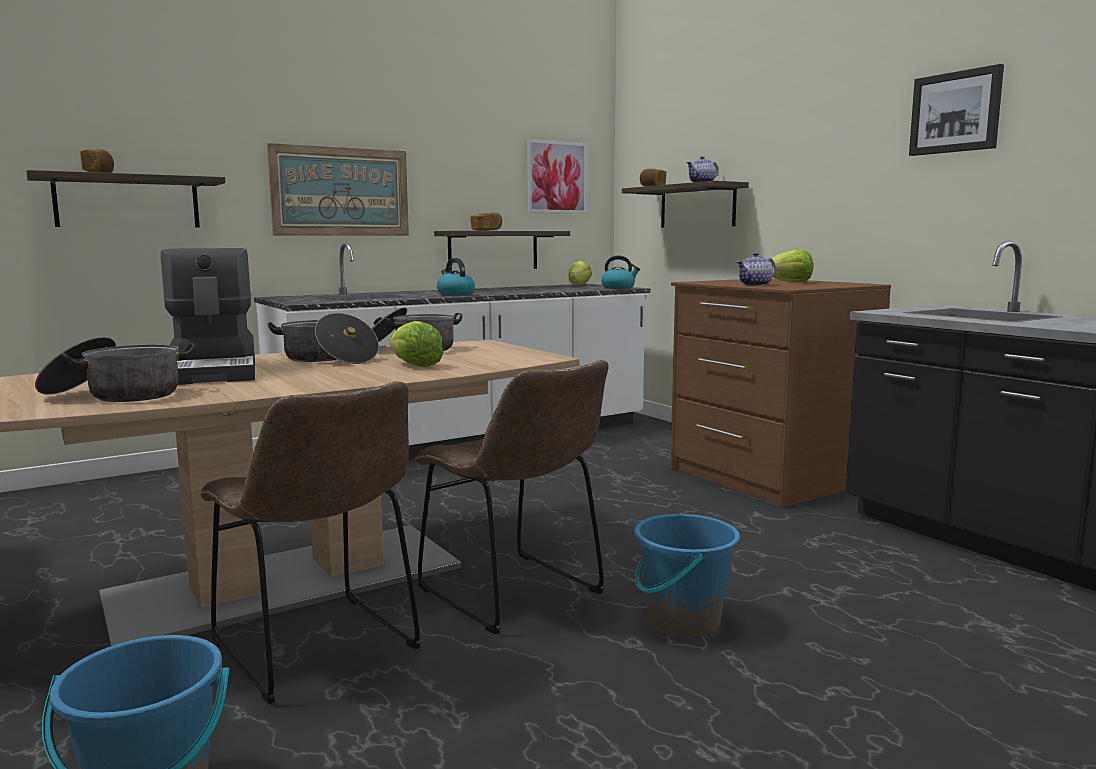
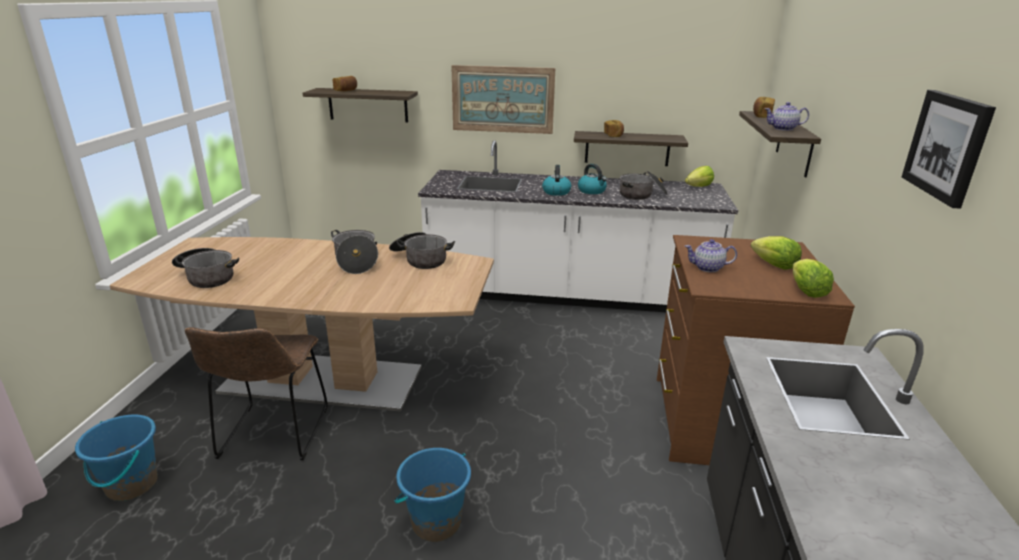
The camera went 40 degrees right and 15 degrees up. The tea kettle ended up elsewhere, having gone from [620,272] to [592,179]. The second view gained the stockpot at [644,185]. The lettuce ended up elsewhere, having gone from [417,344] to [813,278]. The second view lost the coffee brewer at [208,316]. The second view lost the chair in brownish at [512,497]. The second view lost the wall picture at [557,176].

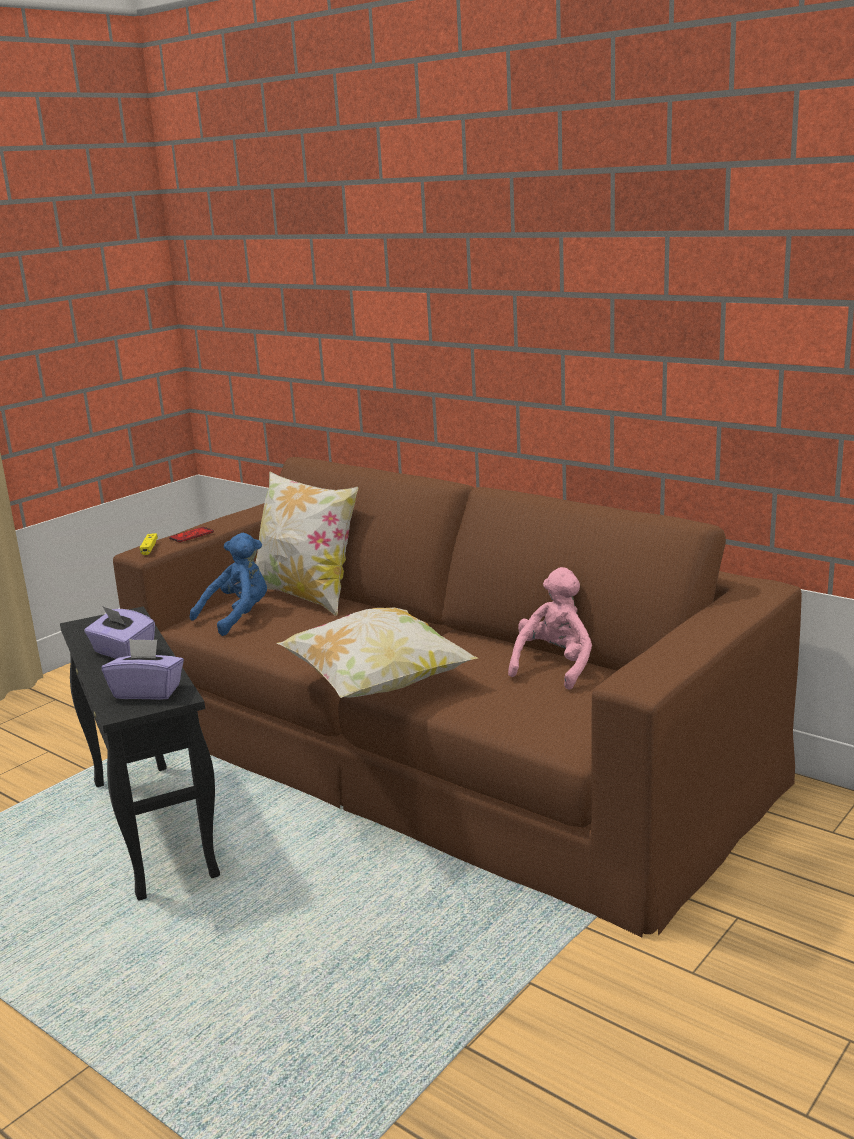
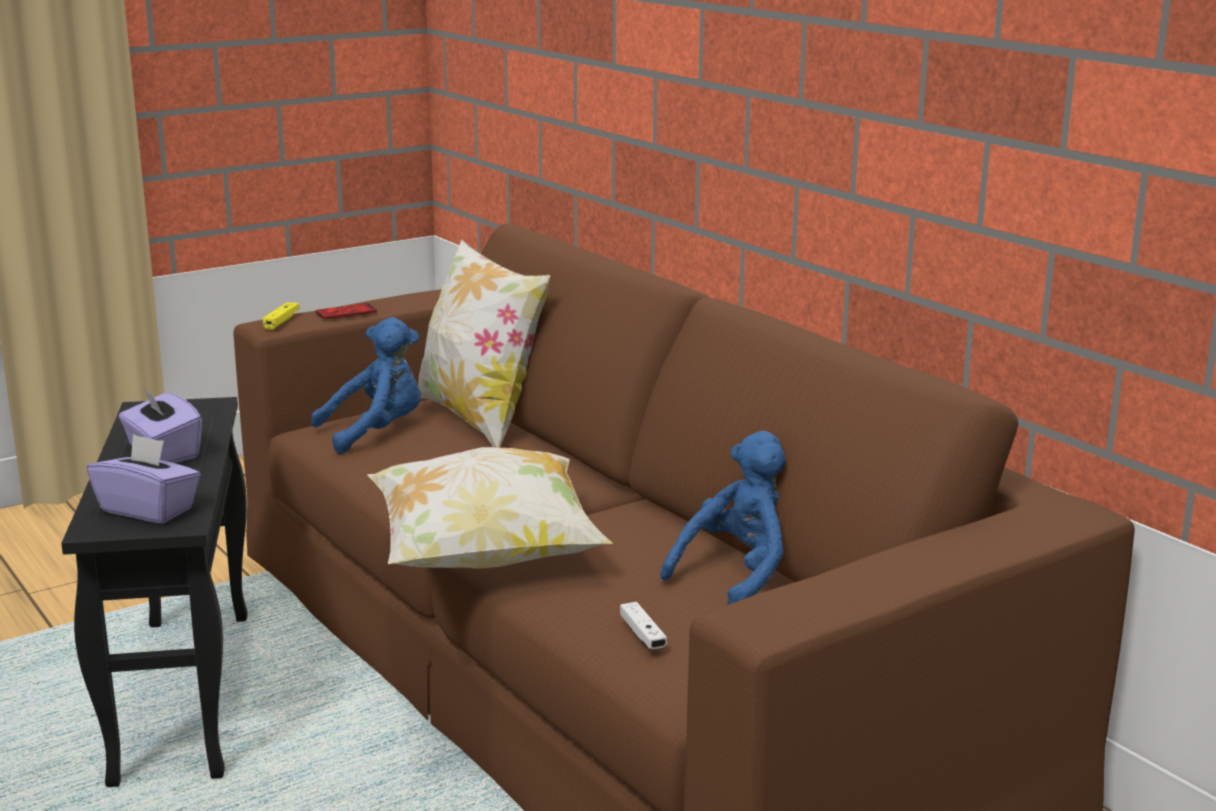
The camera went 15 degrees right and 0 degrees up. The second view gained the gamepad in white at [643,625]. What was the cuddly toy in pinkish at [550,628] turned into the cuddly toy in bluish at [722,518].

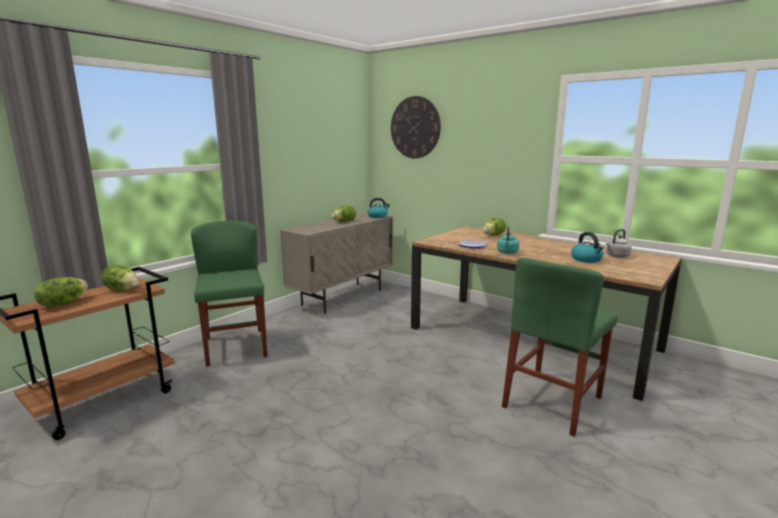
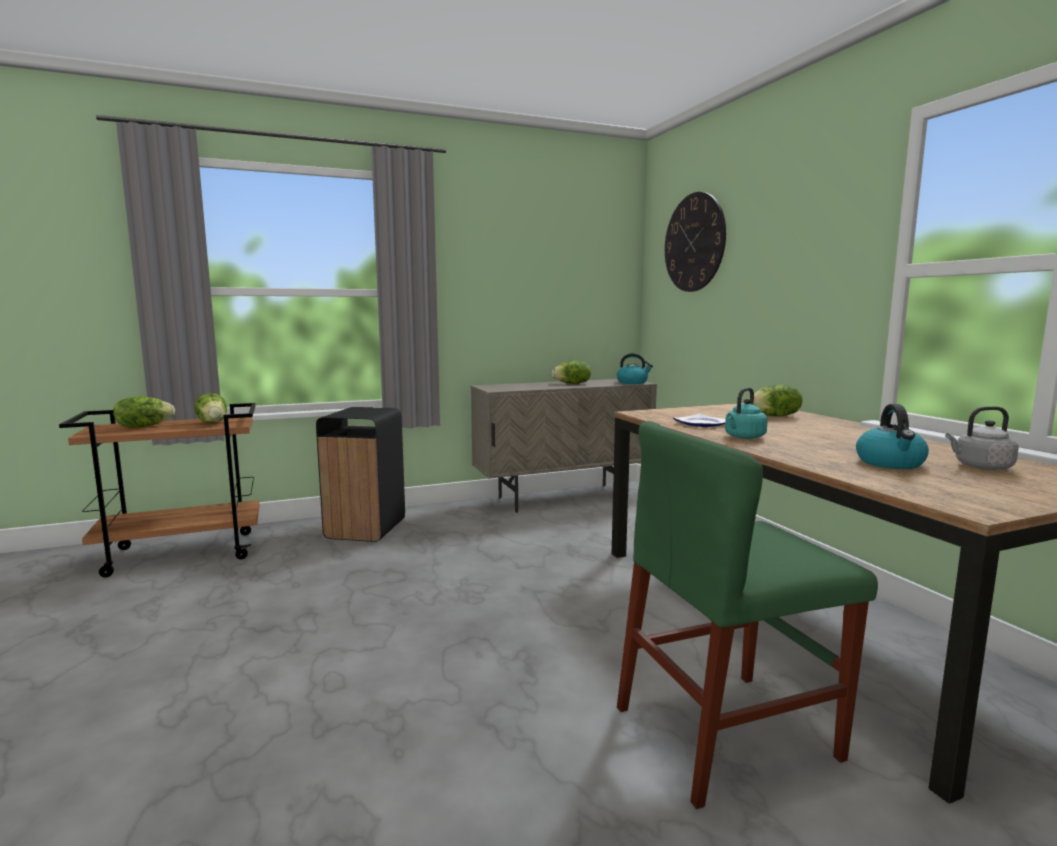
The camera went 30 degrees right and 5 degrees down. Where the chair in greenish stood at [229,294], the waste bin in black-coloured came to stand at [360,474].

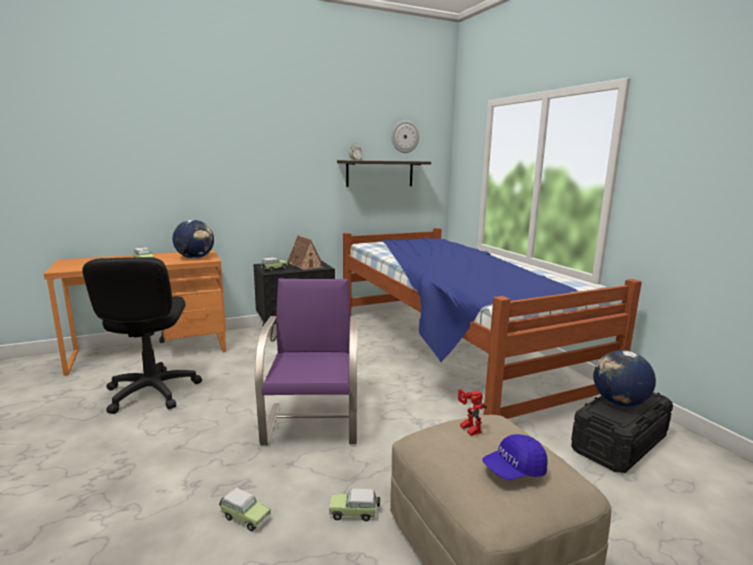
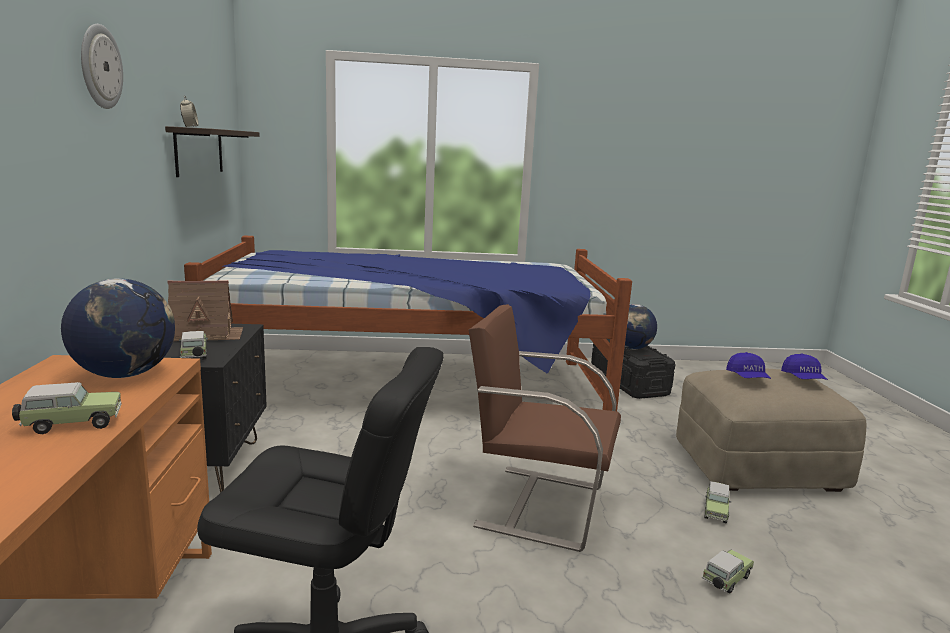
The camera went 70 degrees left and 0 degrees up. The clock on the wall ended up elsewhere, having gone from [405,136] to [102,66]. What was the chair in purplish at [306,362] turned into the chair in brownish at [545,428]. Where the robot figure stood at [472,412], the cap in bluish came to stand at [748,365].

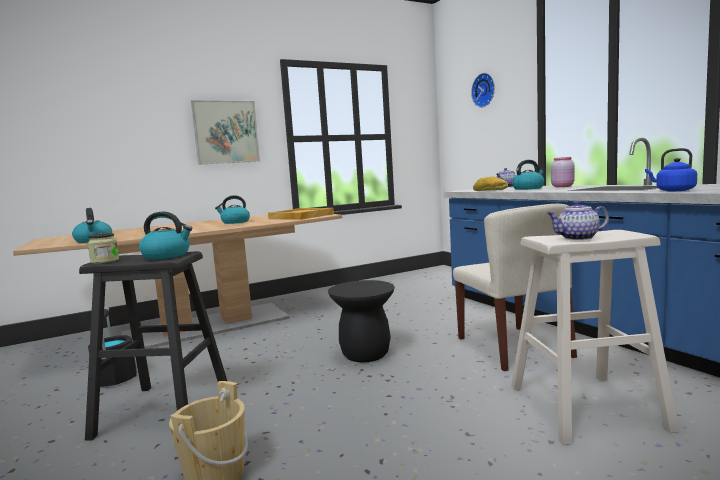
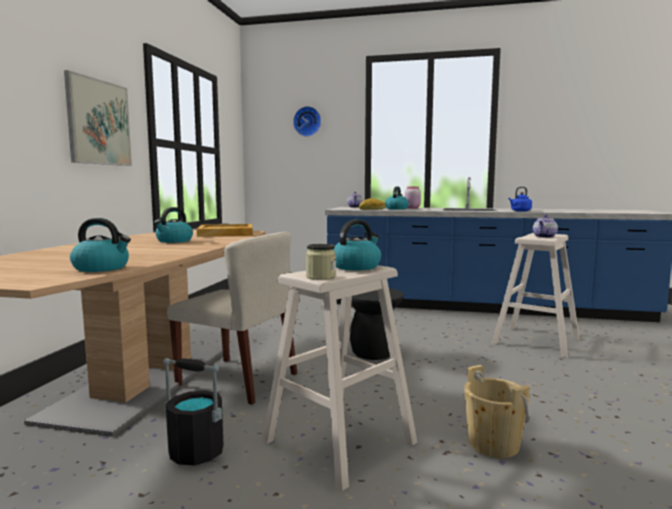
The camera went 50 degrees left and 0 degrees up. The chair in sand-coloured ended up elsewhere, having gone from [515,287] to [232,318]. What was the stool in black-coloured at [153,346] turned into the stool in sand-coloured at [339,378].

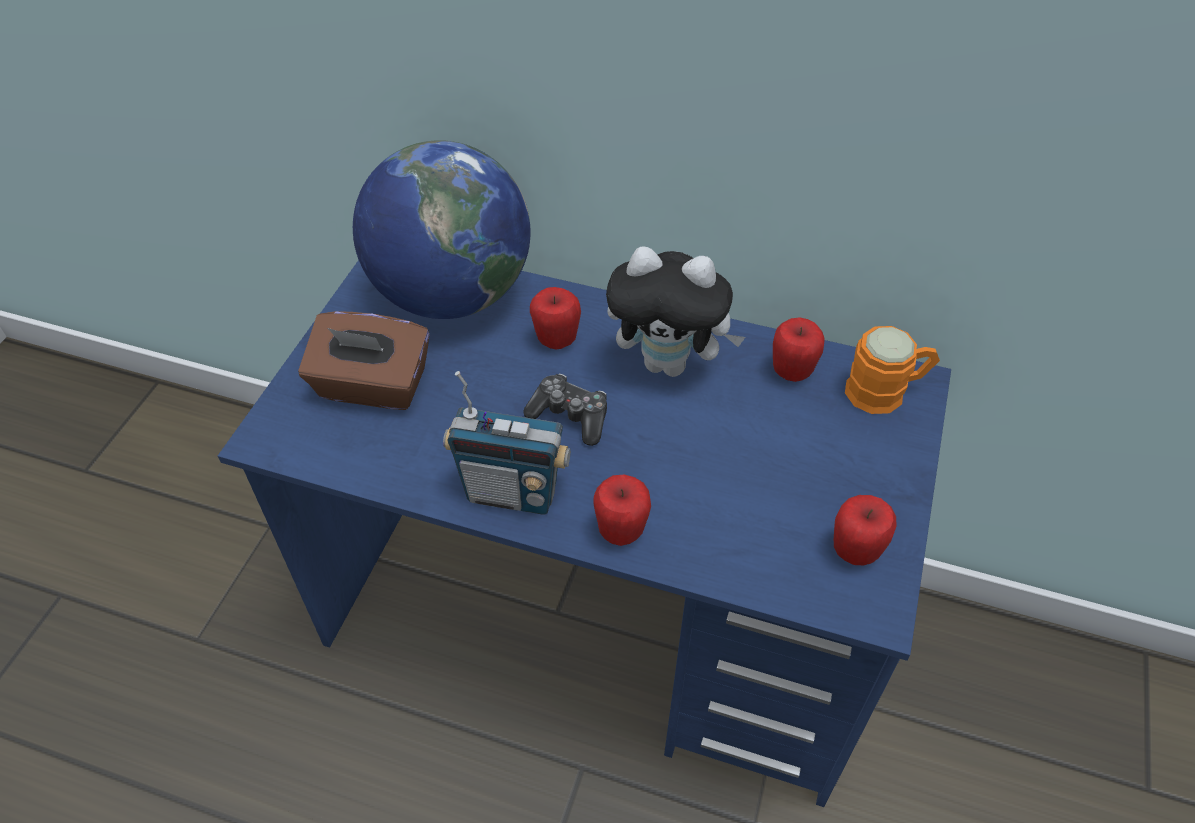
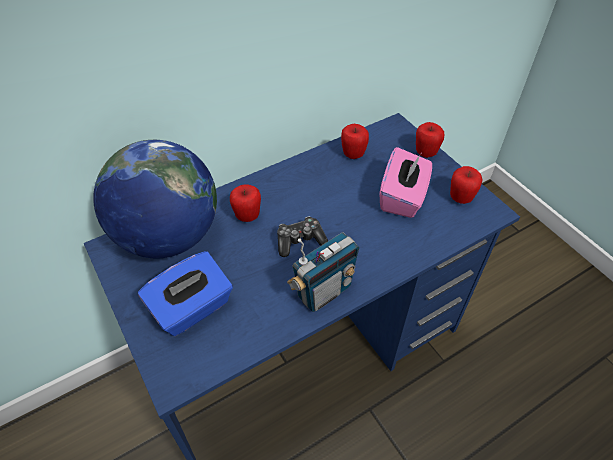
The camera went 50 degrees left and 0 degrees up. What was the tissue holder in brownish at [364,360] turned into the tissue holder in bluish at [185,293]. The second view gained the tissue holder in pinkish at [406,182]. The apple fruit ended up elsewhere, having gone from [622,510] to [430,140]. The second view lost the cuddly toy at [675,311]. The second view lost the coffee mug in orange at [892,370].

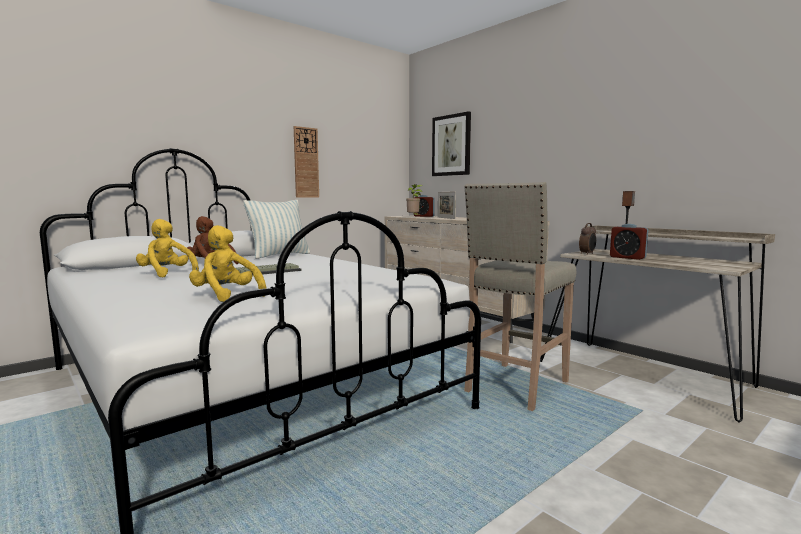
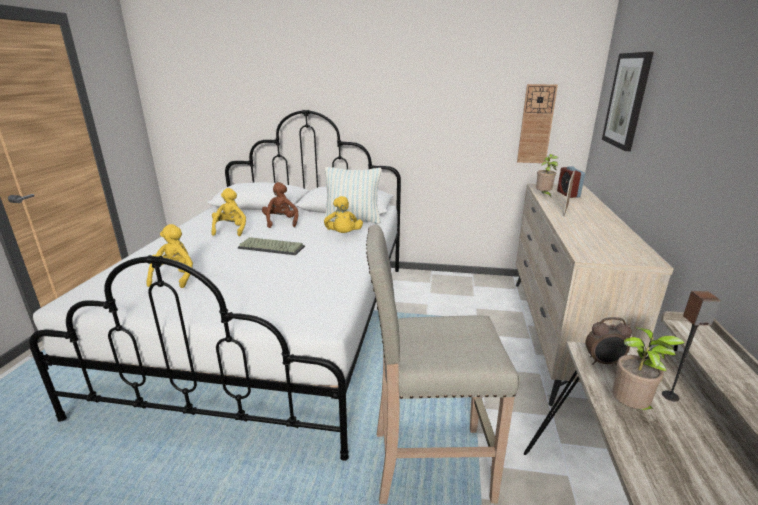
The camera went 50 degrees right and 15 degrees up. The second view gained the cuddly toy in yellow at [343,214]. The clock on the wall ended up elsewhere, having gone from [306,162] to [537,123]. Where the alarm clock stood at [629,242], the potted plant came to stand at [649,369].

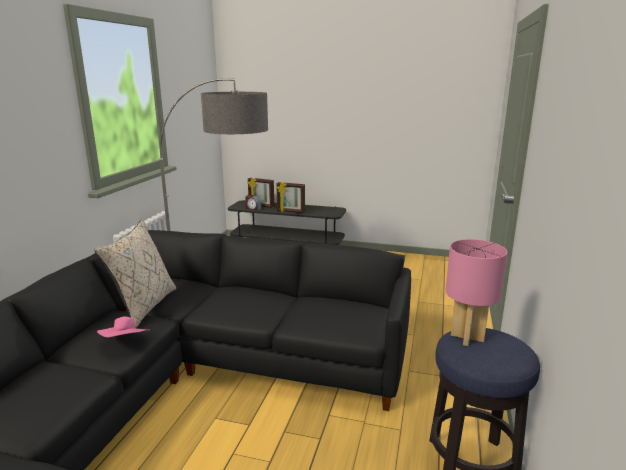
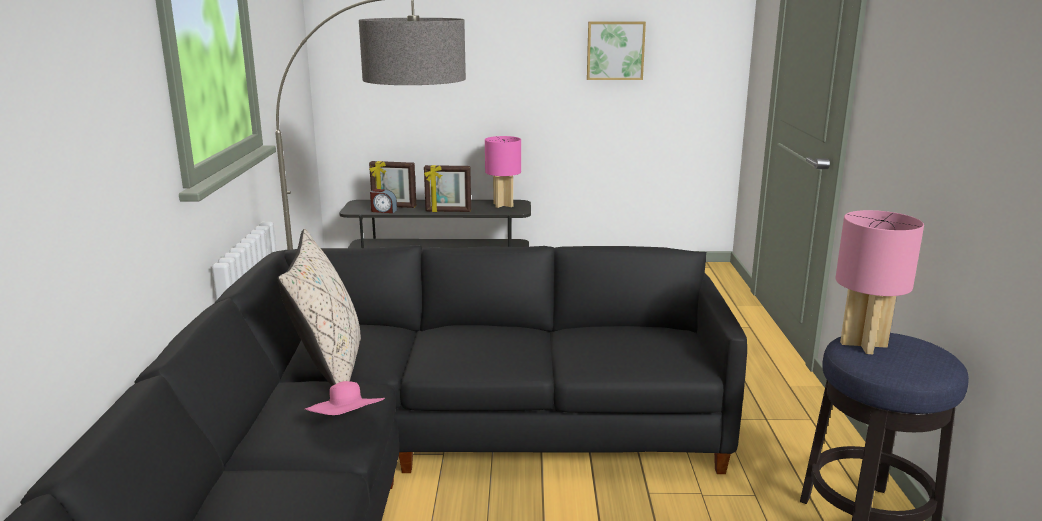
The camera went 15 degrees left and 0 degrees up. The second view gained the table lamp in pinkish at [503,172]. The second view gained the wall picture at [616,51].

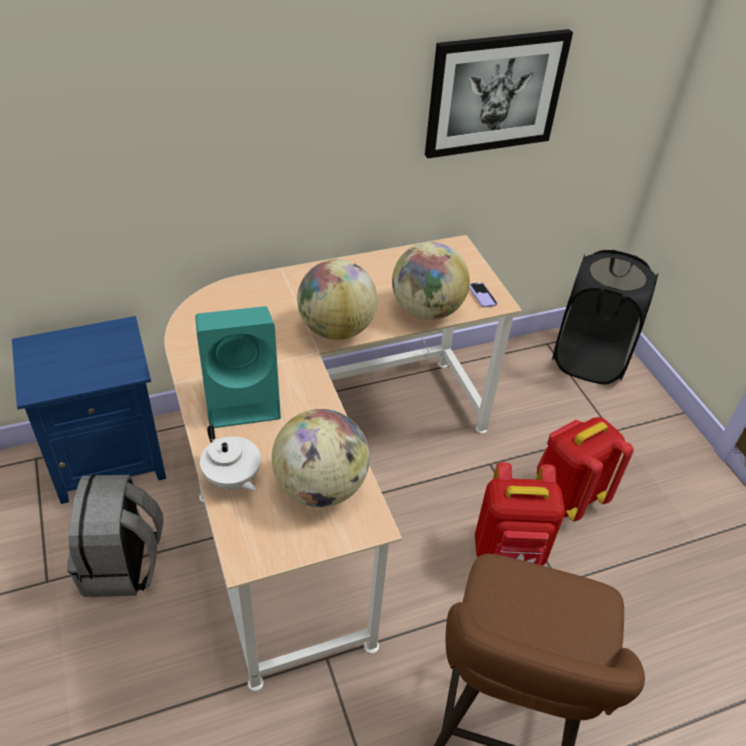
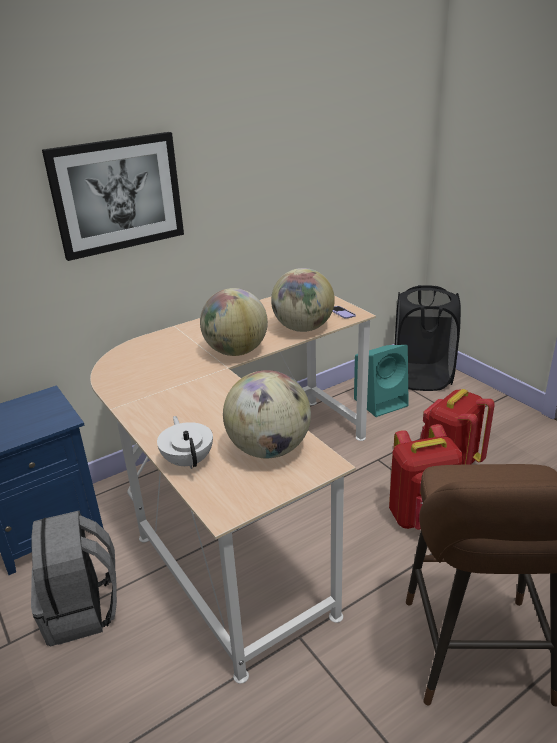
The camera went 10 degrees left and 15 degrees down. The wall picture ended up elsewhere, having gone from [499,93] to [113,196]. The teapot in white at [230,457] ended up facing another way, 150 degrees counterclockwise from before. The speaker in turquoise-coloured ended up elsewhere, having gone from [238,367] to [381,381].

